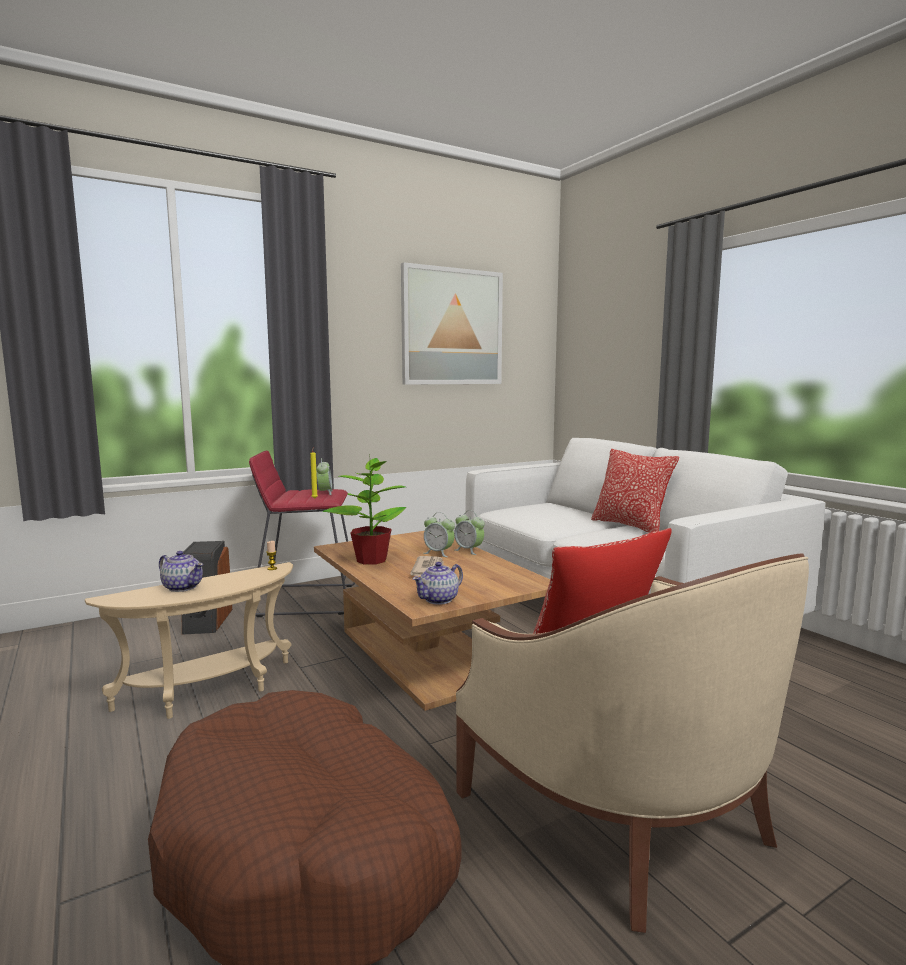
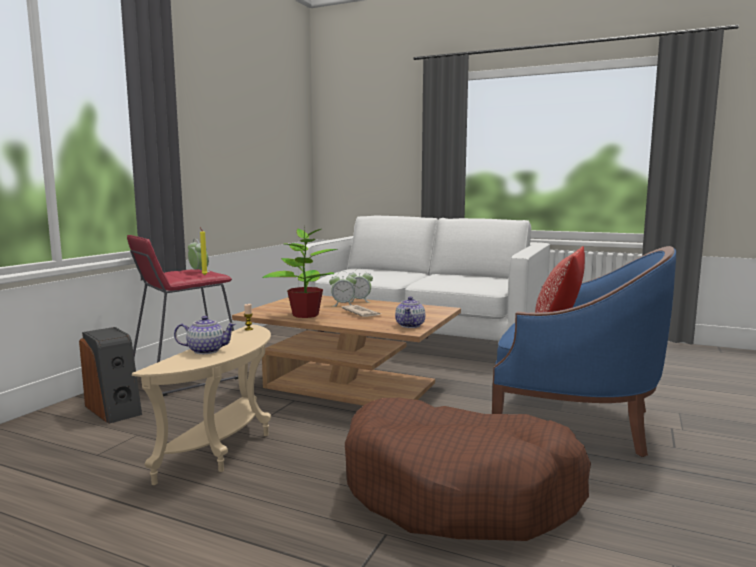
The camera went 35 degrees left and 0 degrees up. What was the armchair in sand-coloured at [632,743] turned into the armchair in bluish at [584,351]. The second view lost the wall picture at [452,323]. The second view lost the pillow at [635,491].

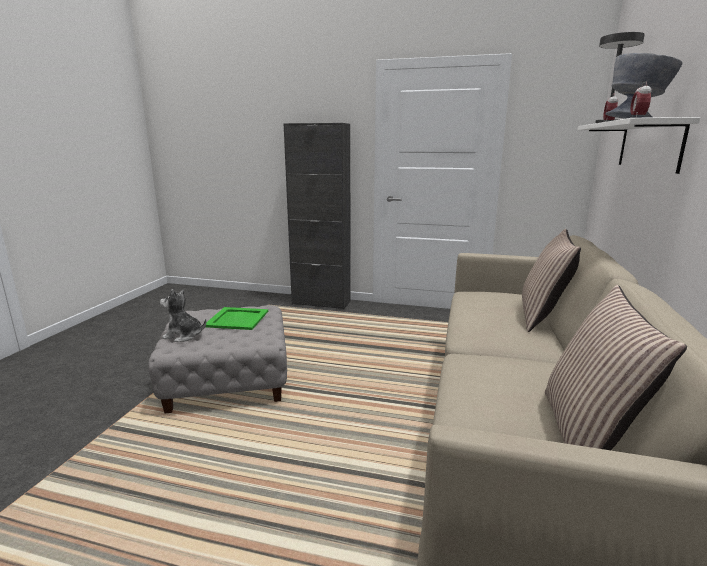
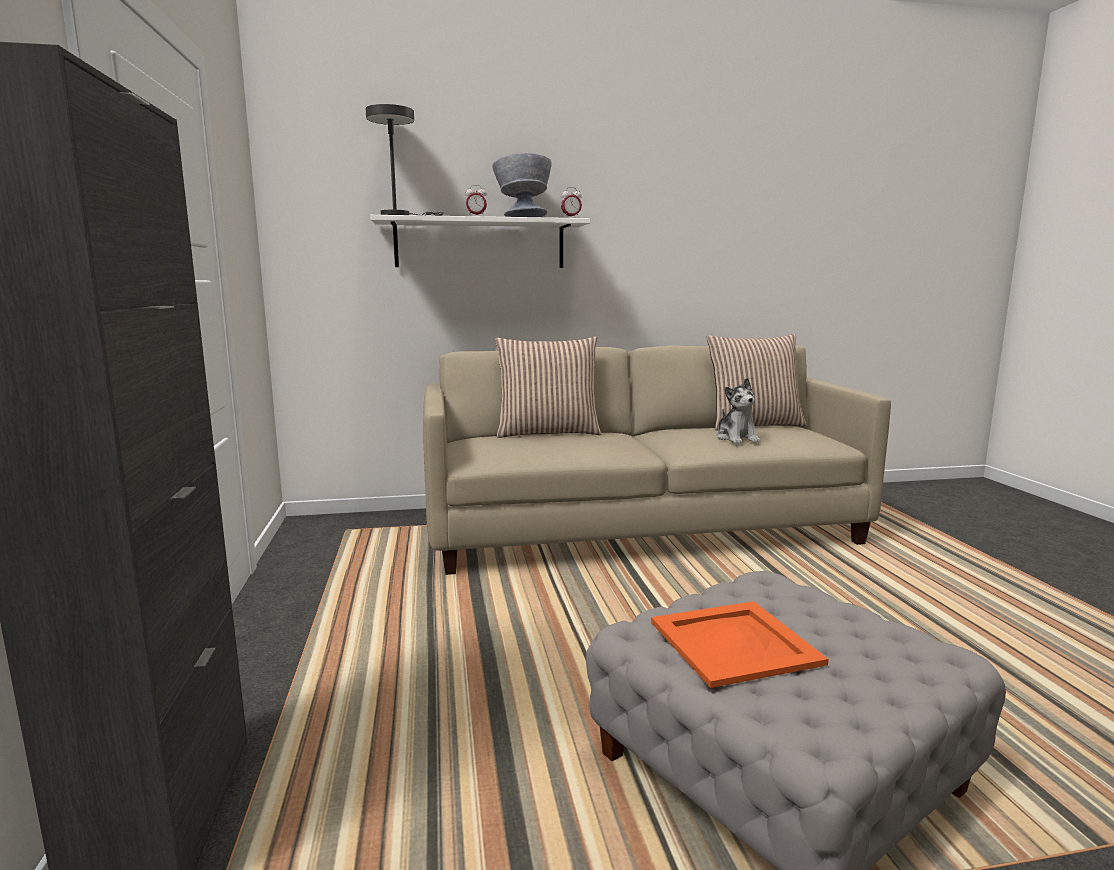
The camera went 115 degrees left and 5 degrees down. What was the serving tray in greenish at [237,318] turned into the serving tray in orange at [740,644]. The cuddly toy ended up elsewhere, having gone from [183,315] to [738,411].

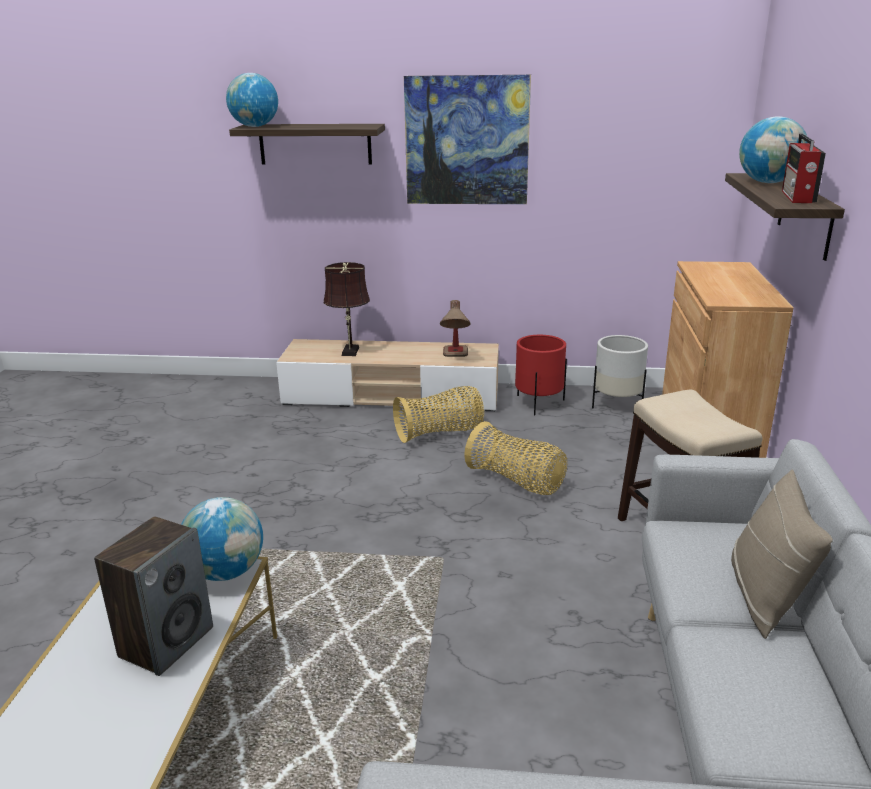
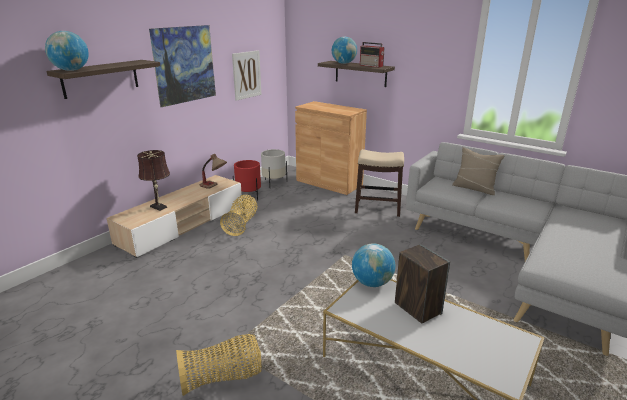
The camera went 60 degrees left and 0 degrees up. The storage basket ended up elsewhere, having gone from [515,458] to [219,365]. The second view gained the wall picture at [246,75].

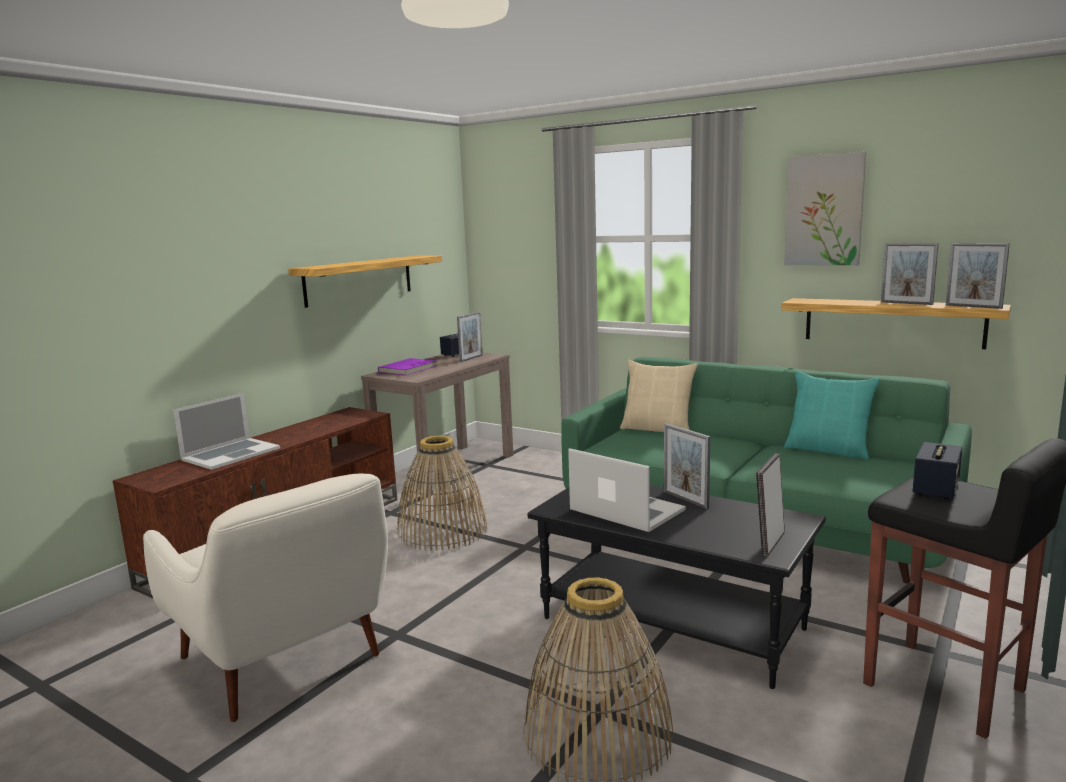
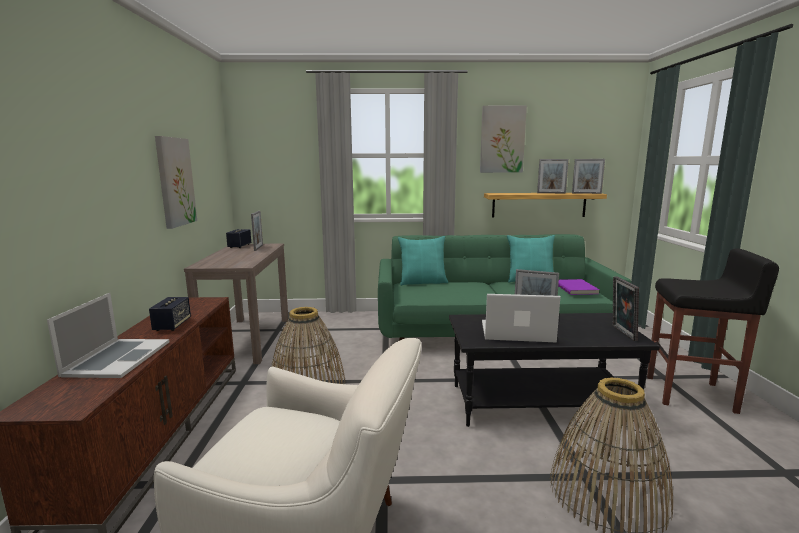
The camera went 35 degrees left and 0 degrees up. The speaker ended up elsewhere, having gone from [937,470] to [170,314]. Where the wall shelf hung at [365,282], the wall picture came to hang at [176,182]. What was the pillow in sand-coloured at [659,396] turned into the pillow in turquoise-coloured at [423,261]. The book in purplish ended up elsewhere, having gone from [407,367] to [578,287].

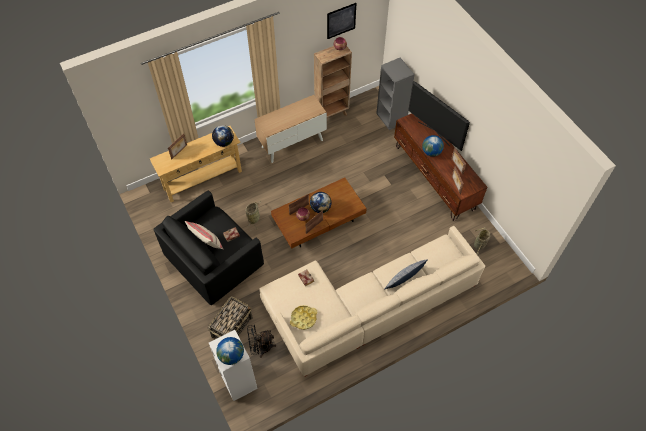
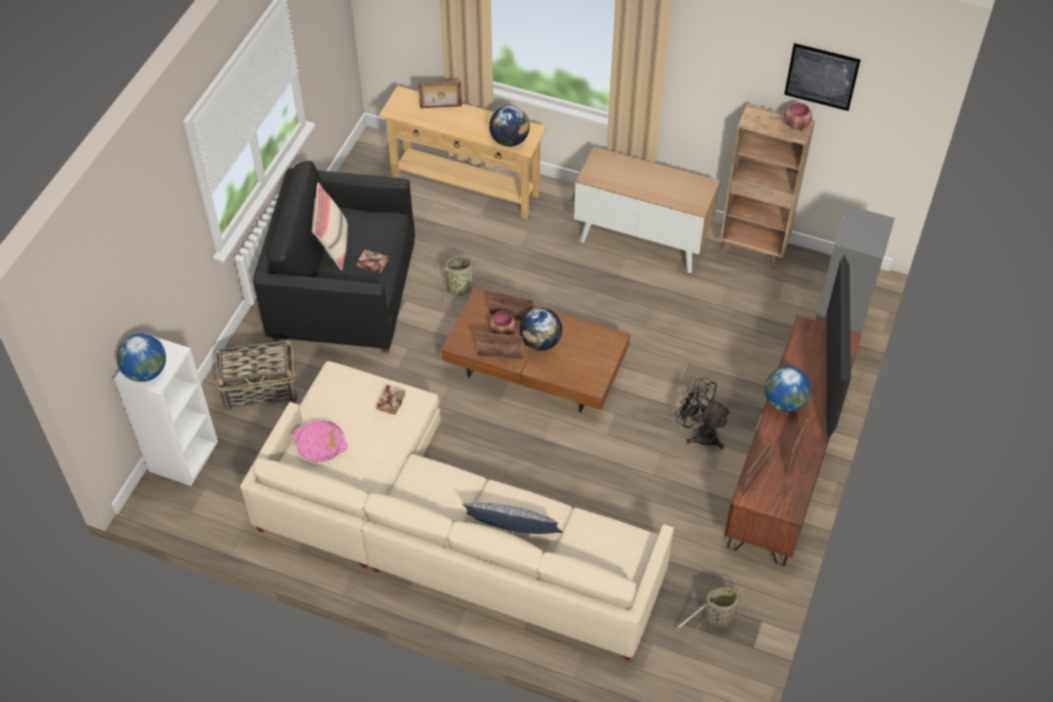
The camera went 50 degrees right and 5 degrees down. What was the serving tray in yellow at [303,317] turned into the serving tray in pinkish at [320,441]. The fan in black-coloured ended up elsewhere, having gone from [261,341] to [703,413].

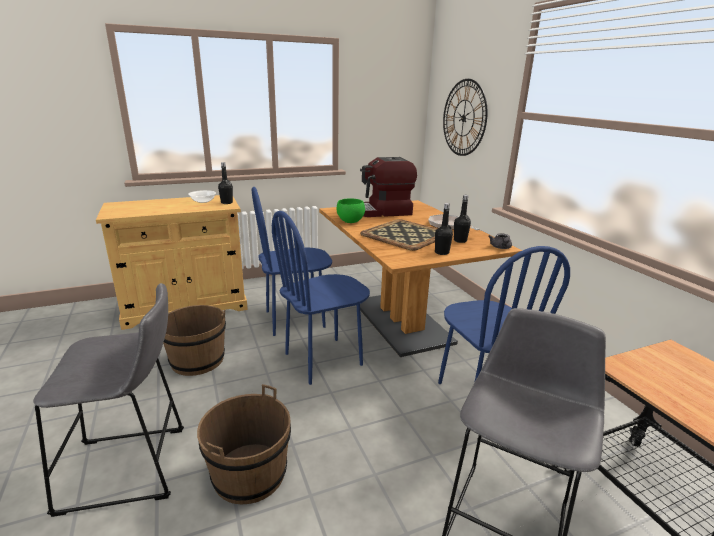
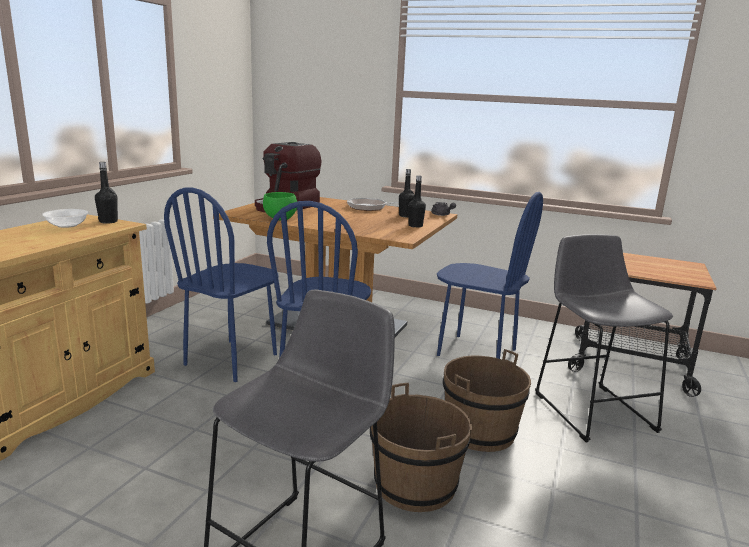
The camera went 45 degrees left and 5 degrees down. The pail in brownish ended up elsewhere, having gone from [194,340] to [487,400]. The second view lost the serving tray at [398,235]. The second view lost the clock on the wall at [465,117].

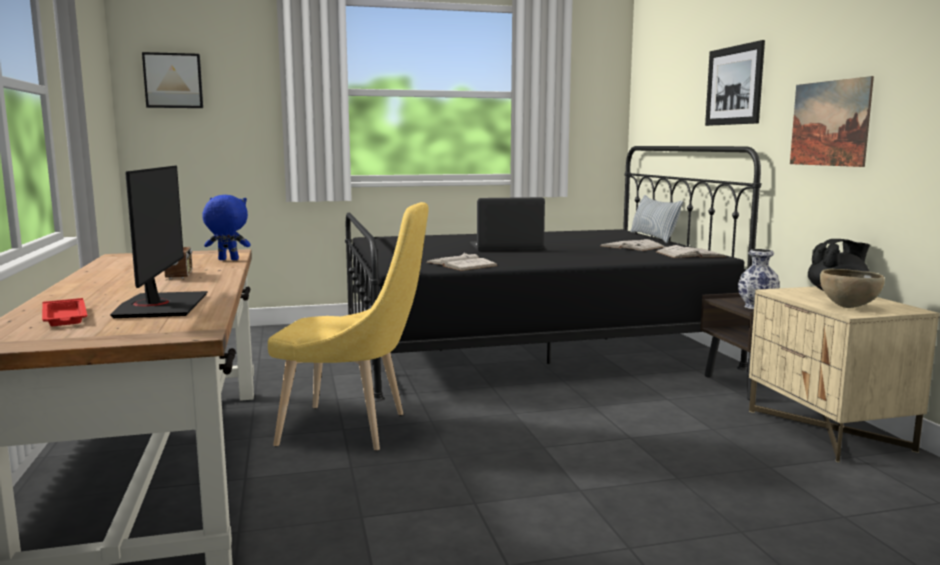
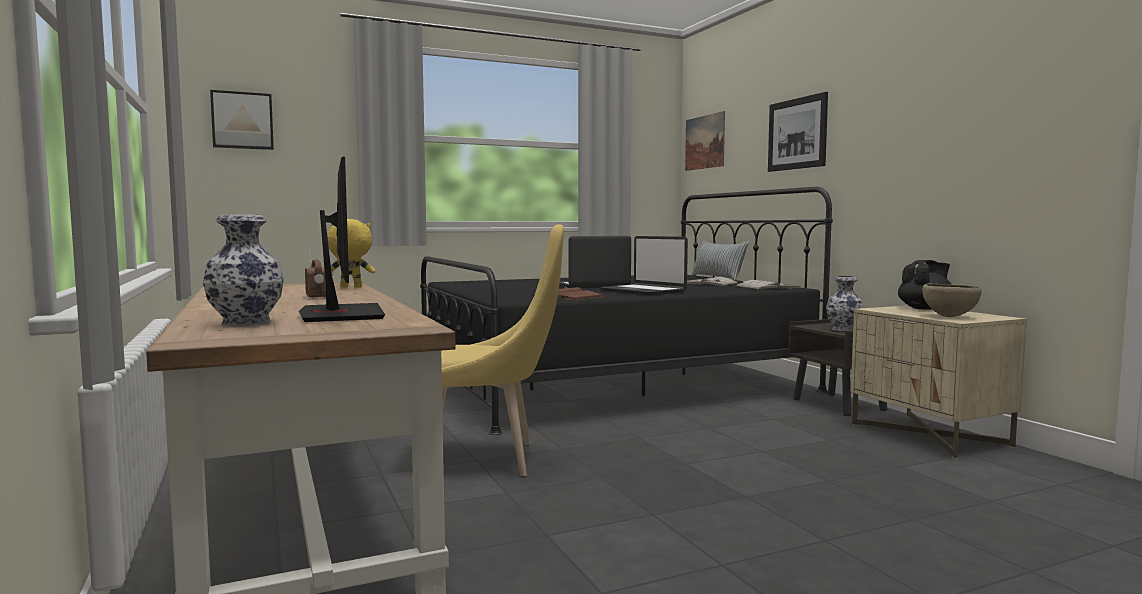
The camera went 10 degrees left and 5 degrees down. Where the serving tray in reddish stood at [64,312], the flower vase came to stand at [243,270]. What was the cuddly toy in bluish at [226,227] turned into the cuddly toy in yellow at [351,253]. What was the book in white at [462,262] turned into the book in brownish at [568,294]. The second view gained the notebook computer at [644,266]. The wall picture ended up elsewhere, having gone from [832,121] to [705,141].

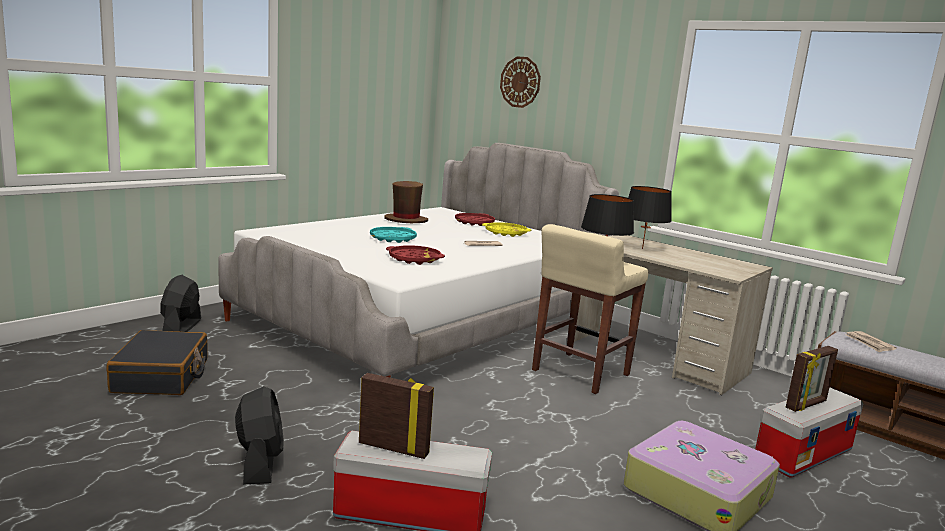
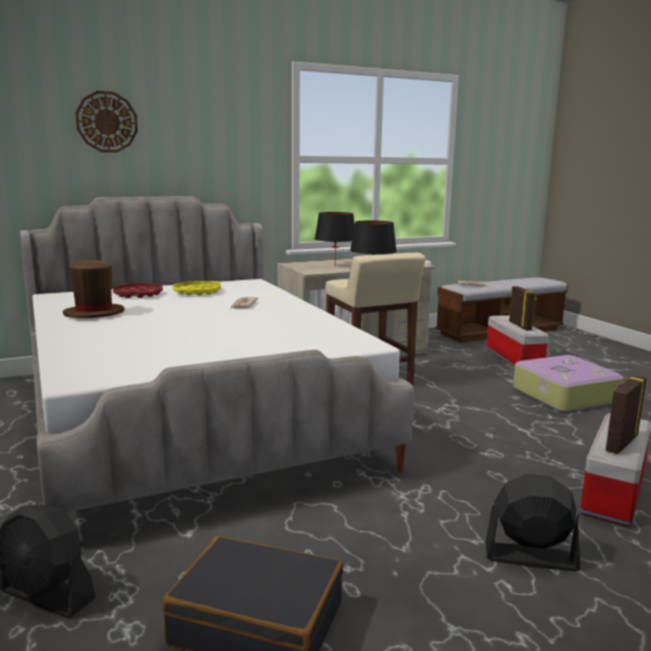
The camera went 65 degrees left and 0 degrees up. The second view lost the serving tray in turquoise-coloured at [393,235]. The second view lost the serving tray in reddish at [415,255].

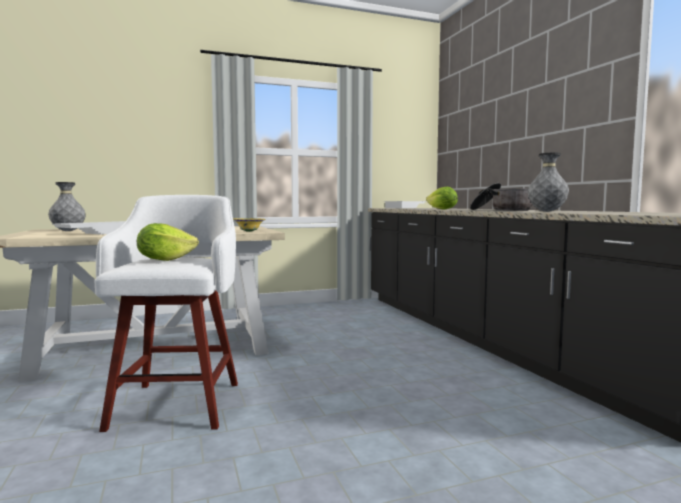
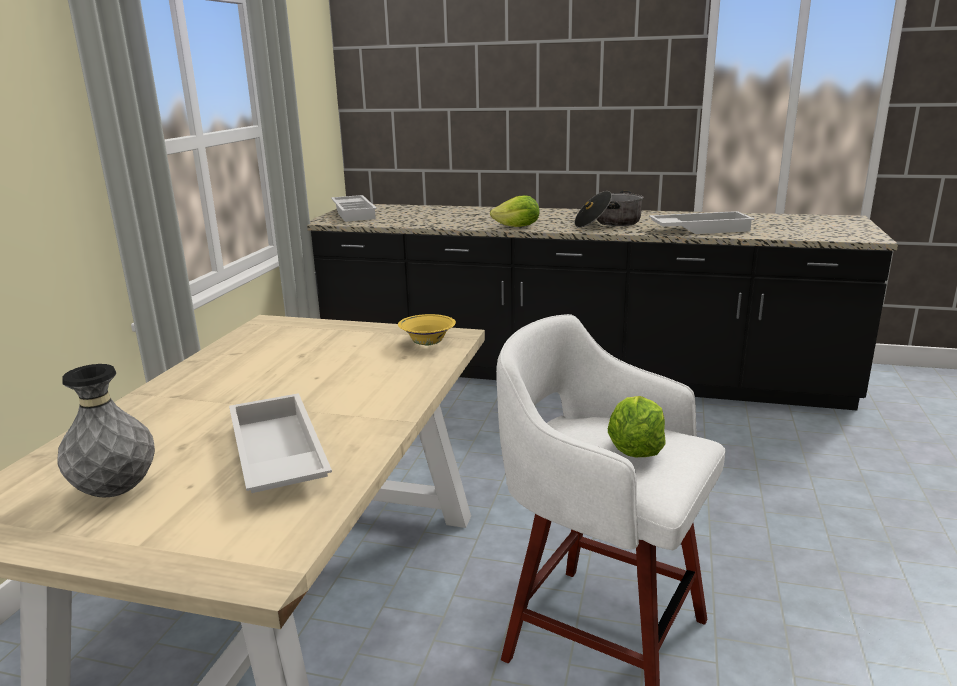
The camera went 55 degrees left and 15 degrees up. Where the flower vase in greyish stood at [548,182], the serving tray in white came to stand at [702,222].

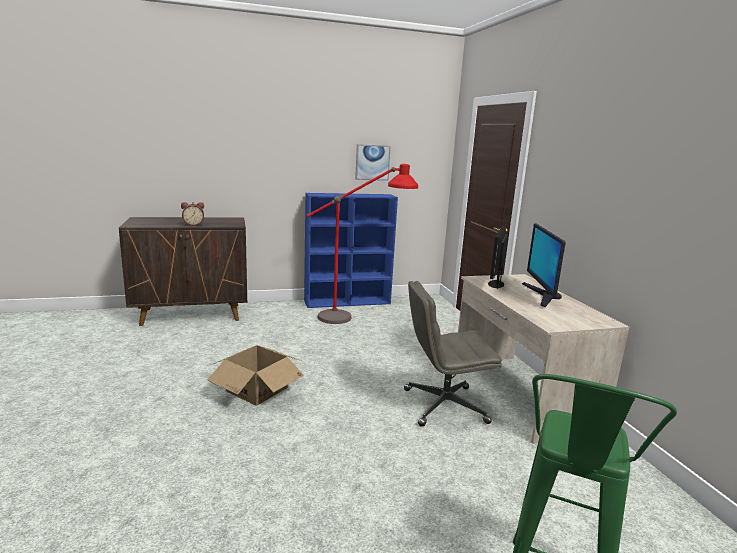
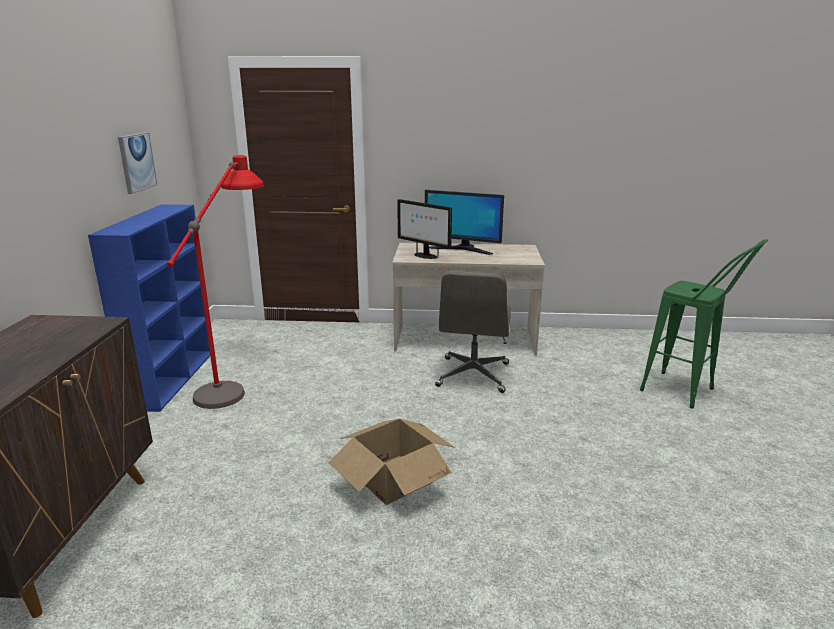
The camera went 70 degrees left and 5 degrees up. The second view lost the alarm clock at [192,214].

